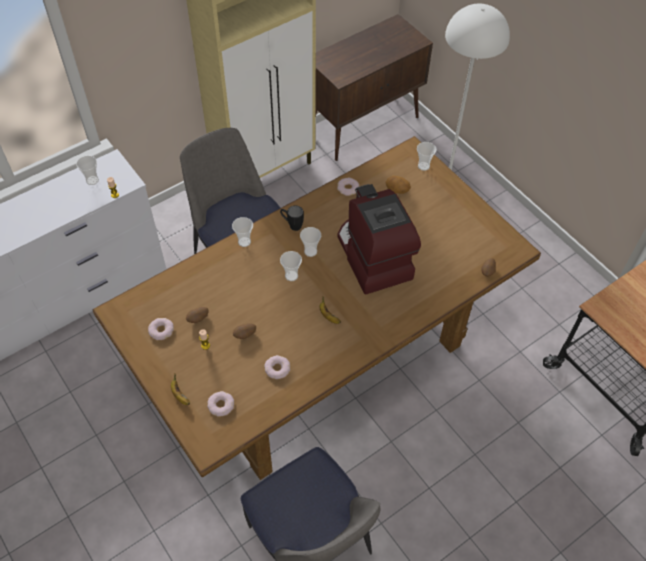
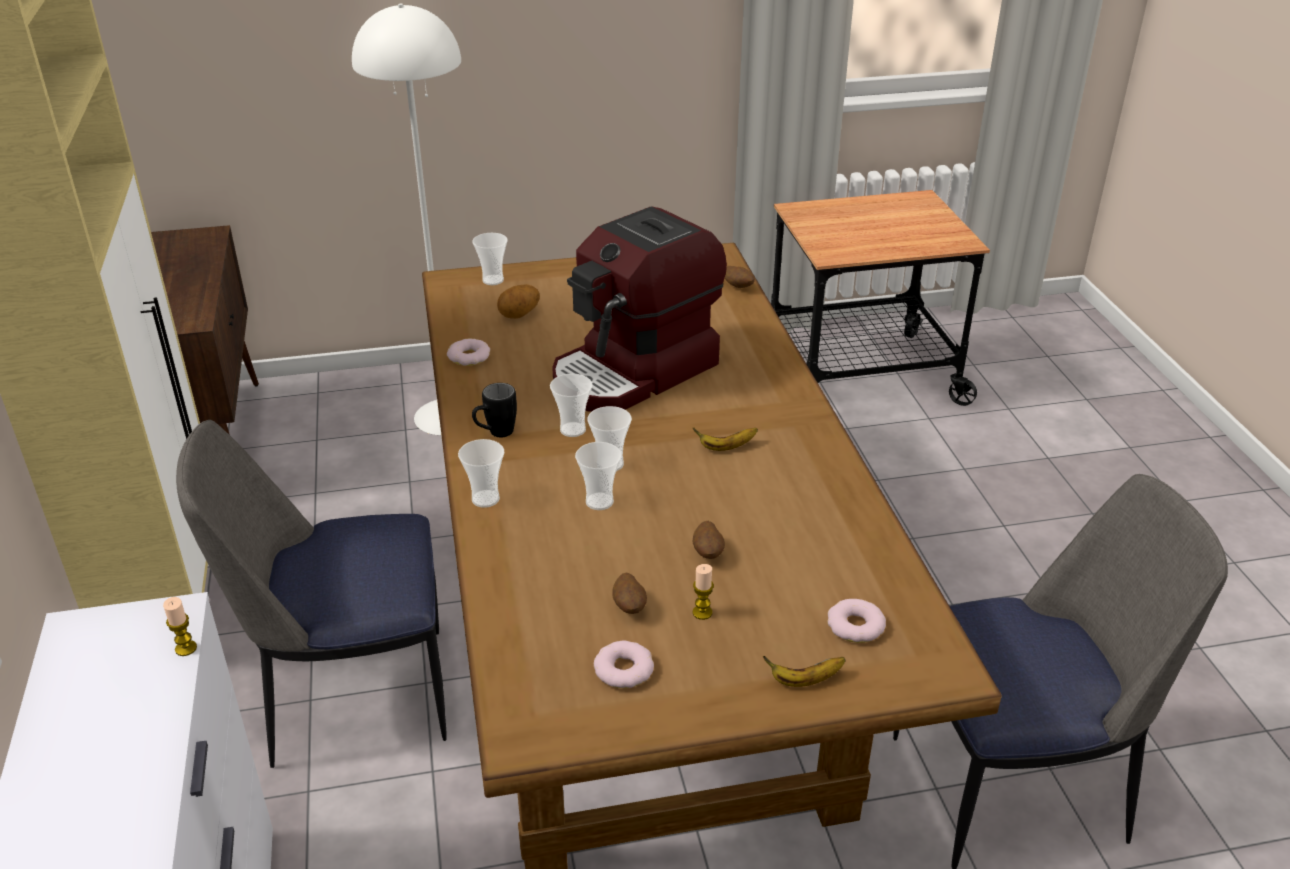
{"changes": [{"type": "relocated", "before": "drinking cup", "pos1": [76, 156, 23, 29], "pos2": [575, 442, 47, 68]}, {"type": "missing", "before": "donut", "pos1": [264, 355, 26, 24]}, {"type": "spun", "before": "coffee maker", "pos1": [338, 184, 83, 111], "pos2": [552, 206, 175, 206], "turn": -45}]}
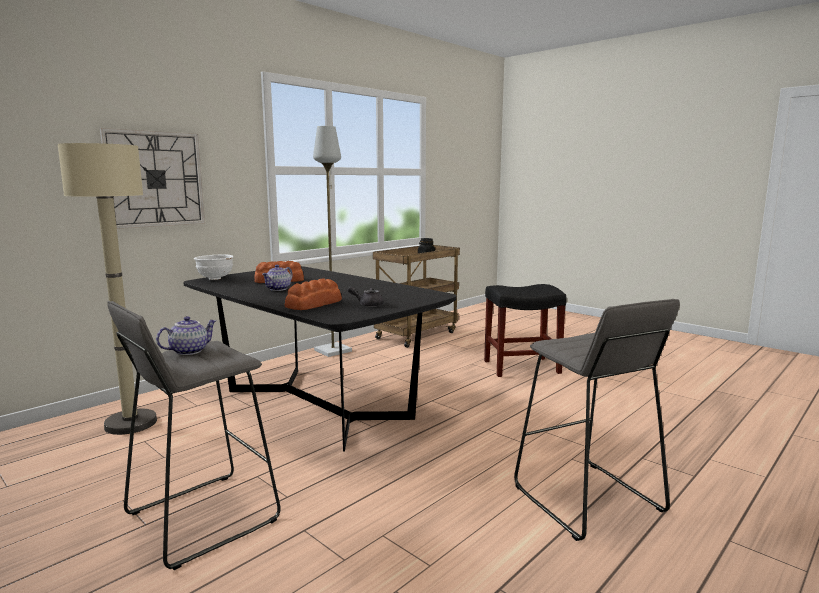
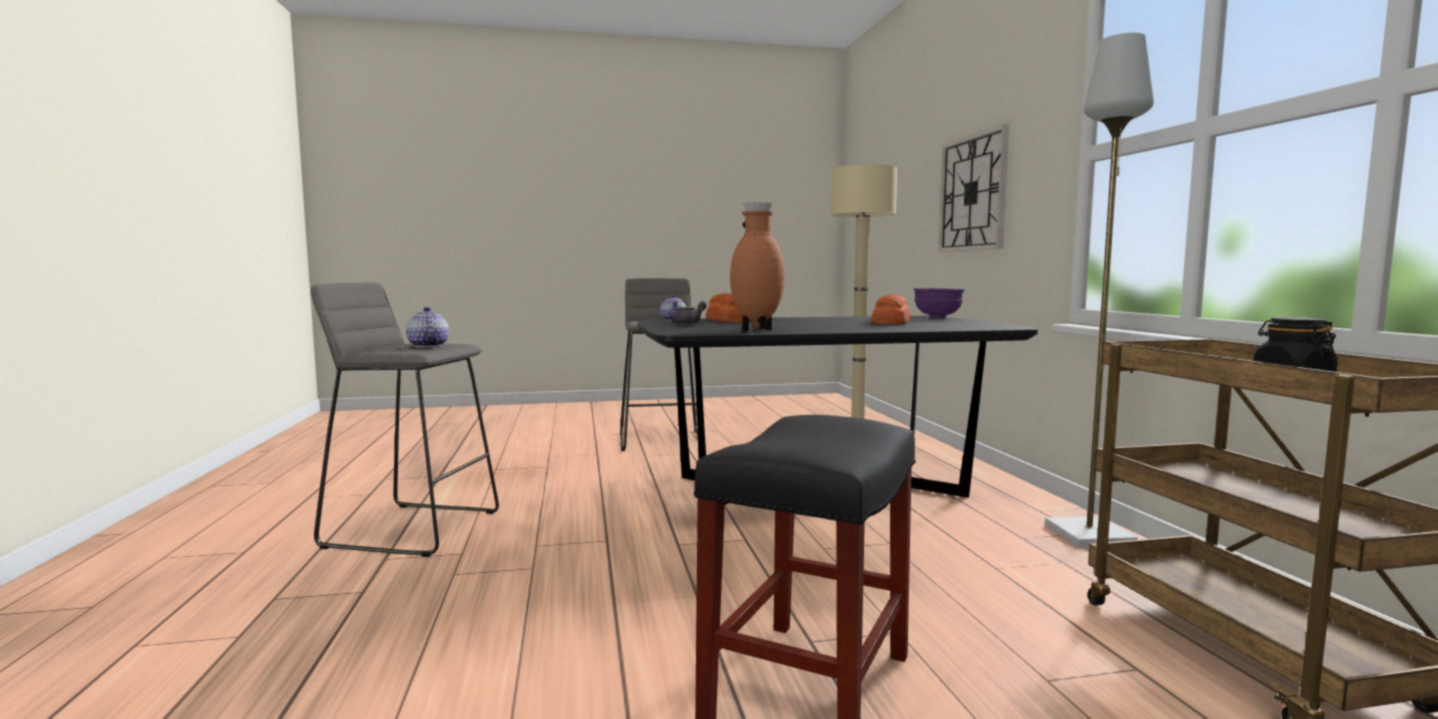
{"changes": [{"type": "colour", "before": "bowl (white)", "after": "bowl (purplish)", "pos1": [194, 255, 39, 25], "pos2": [914, 288, 51, 30]}, {"type": "relocated", "before": "teapot", "pos1": [262, 265, 31, 26], "pos2": [406, 307, 43, 40]}, {"type": "appeared", "after": "decorative vase (brownish)", "pos2": [730, 202, 55, 129]}]}
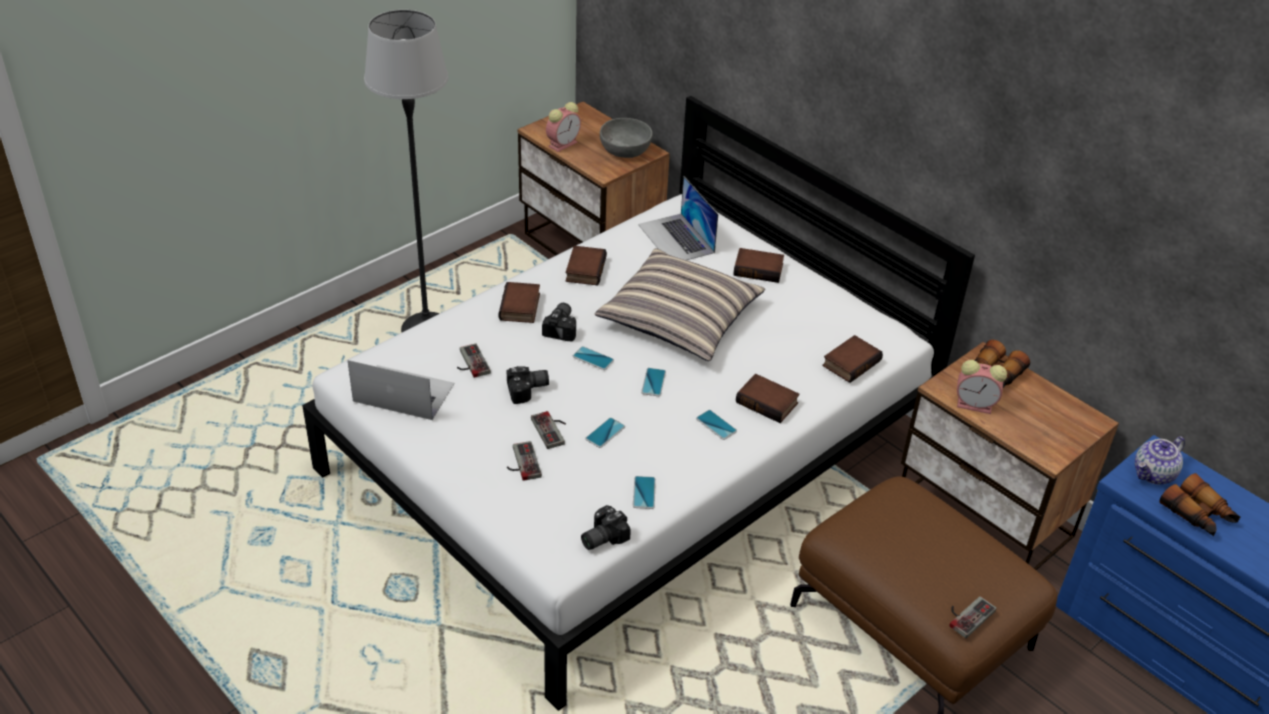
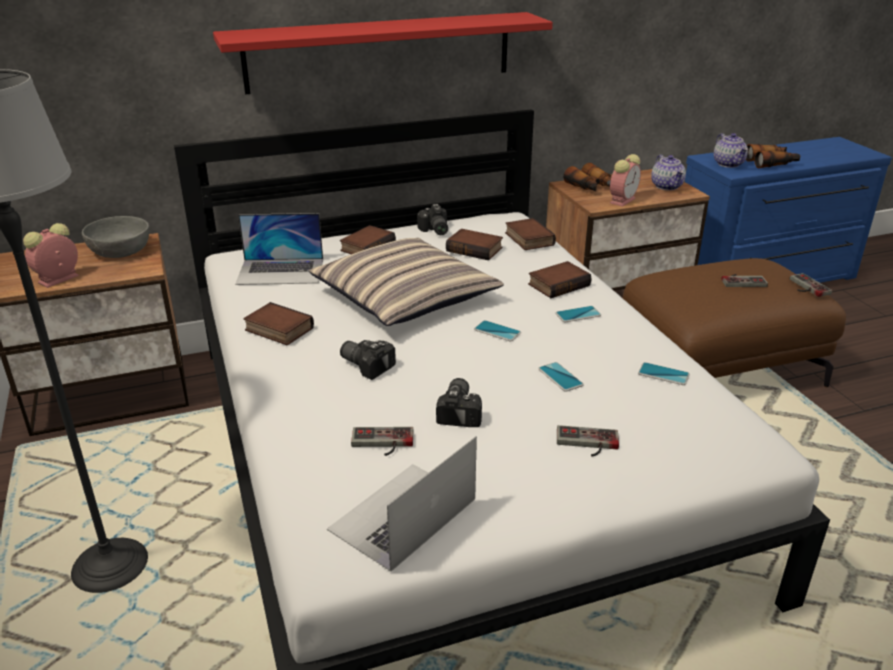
{"changes": [{"type": "relocated", "before": "volume", "pos1": [498, 282, 42, 41], "pos2": [446, 229, 57, 32]}, {"type": "relocated", "before": "game controller", "pos1": [531, 411, 35, 38], "pos2": [721, 274, 47, 13]}, {"type": "spun", "before": "alarm clock", "pos1": [546, 102, 35, 50], "pos2": [23, 223, 56, 65], "turn": -120}, {"type": "missing", "before": "phone", "pos1": [573, 346, 41, 24]}, {"type": "relocated", "before": "photo camera", "pos1": [581, 505, 50, 45], "pos2": [417, 204, 31, 31]}, {"type": "appeared", "after": "bracket shelf (red)", "pos2": [213, 12, 340, 82]}, {"type": "appeared", "after": "teapot", "pos2": [651, 154, 35, 36]}]}
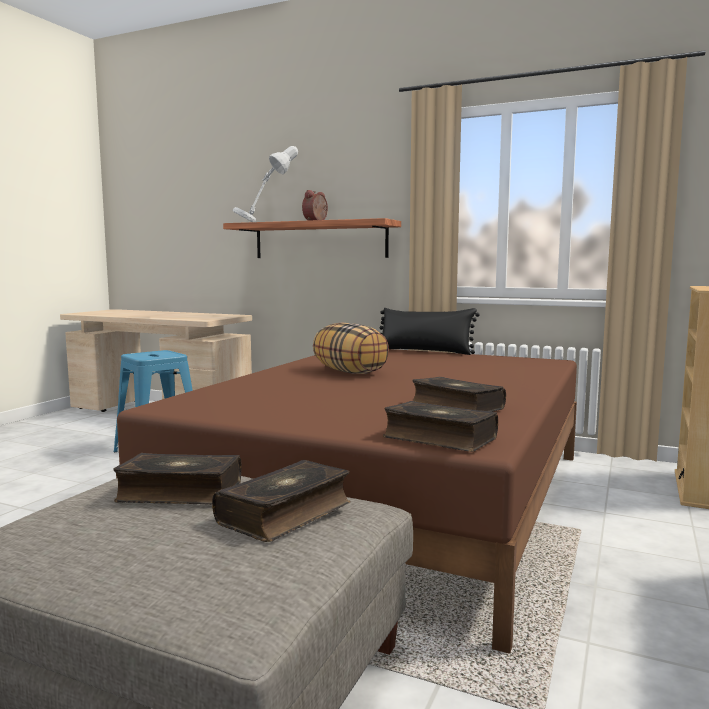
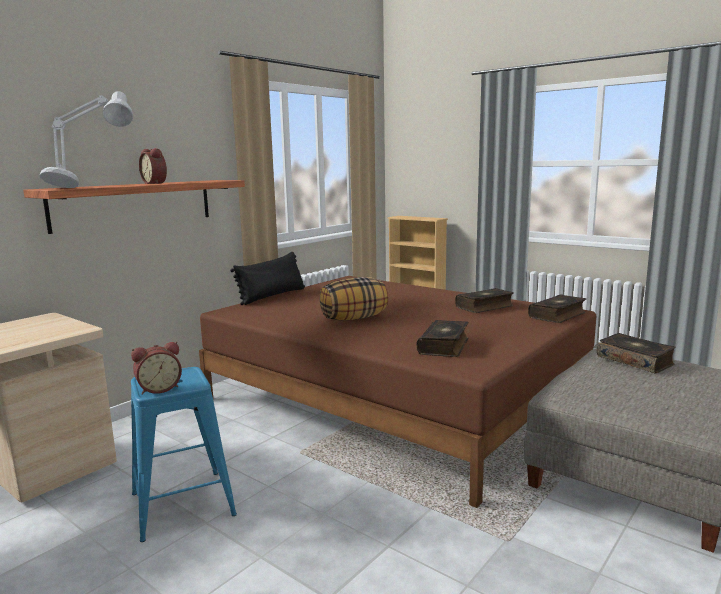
{"changes": [{"type": "relocated", "before": "volume", "pos1": [113, 453, 129, 52], "pos2": [416, 320, 52, 37]}, {"type": "appeared", "after": "alarm clock", "pos2": [131, 342, 51, 53]}]}
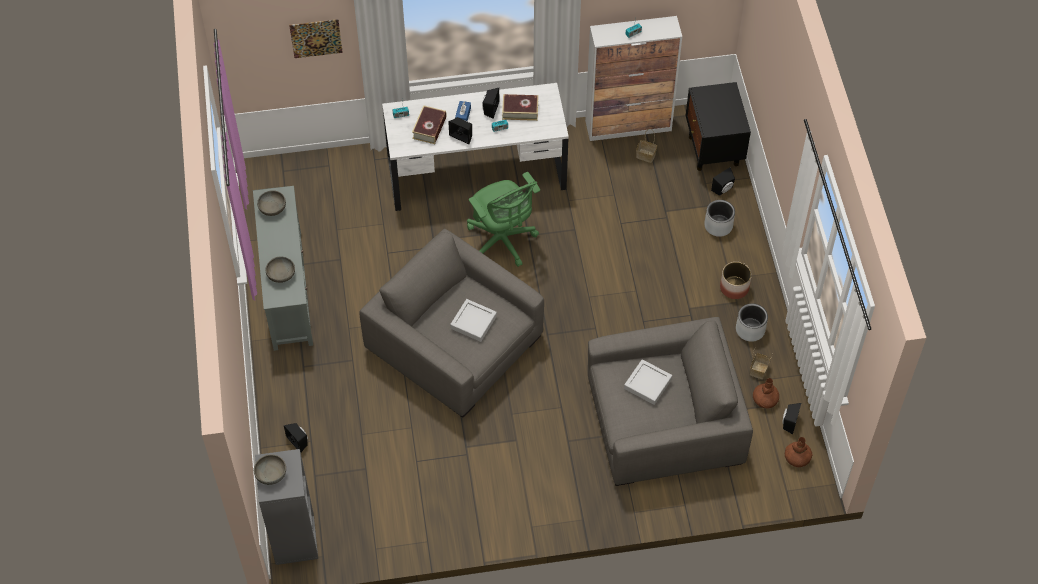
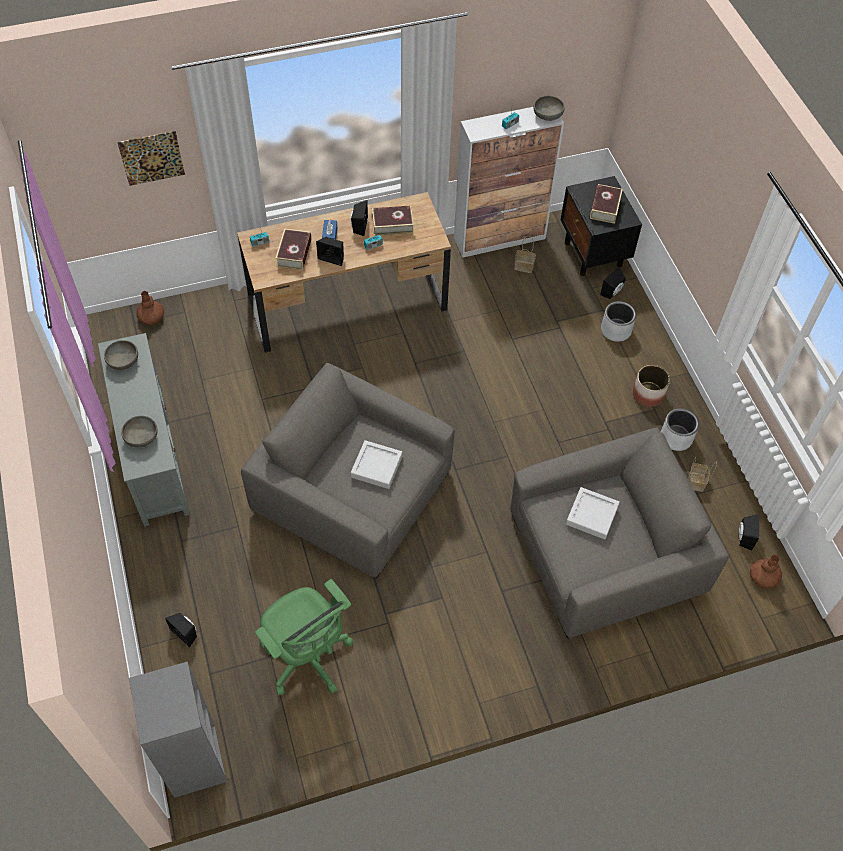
{"changes": [{"type": "relocated", "before": "bowl (grey)", "pos1": [254, 454, 32, 31], "pos2": [533, 95, 32, 26]}, {"type": "colour", "before": "desk table (white)", "after": "desk table (brownish)", "pos1": [382, 83, 187, 128], "pos2": [237, 192, 214, 160]}, {"type": "relocated", "before": "office chair (green)", "pos1": [467, 172, 73, 95], "pos2": [255, 579, 99, 116]}, {"type": "relocated", "before": "decorative vase (brownish)", "pos1": [753, 378, 26, 31], "pos2": [136, 291, 28, 34]}, {"type": "appeared", "after": "volume", "pos2": [590, 184, 33, 40]}]}
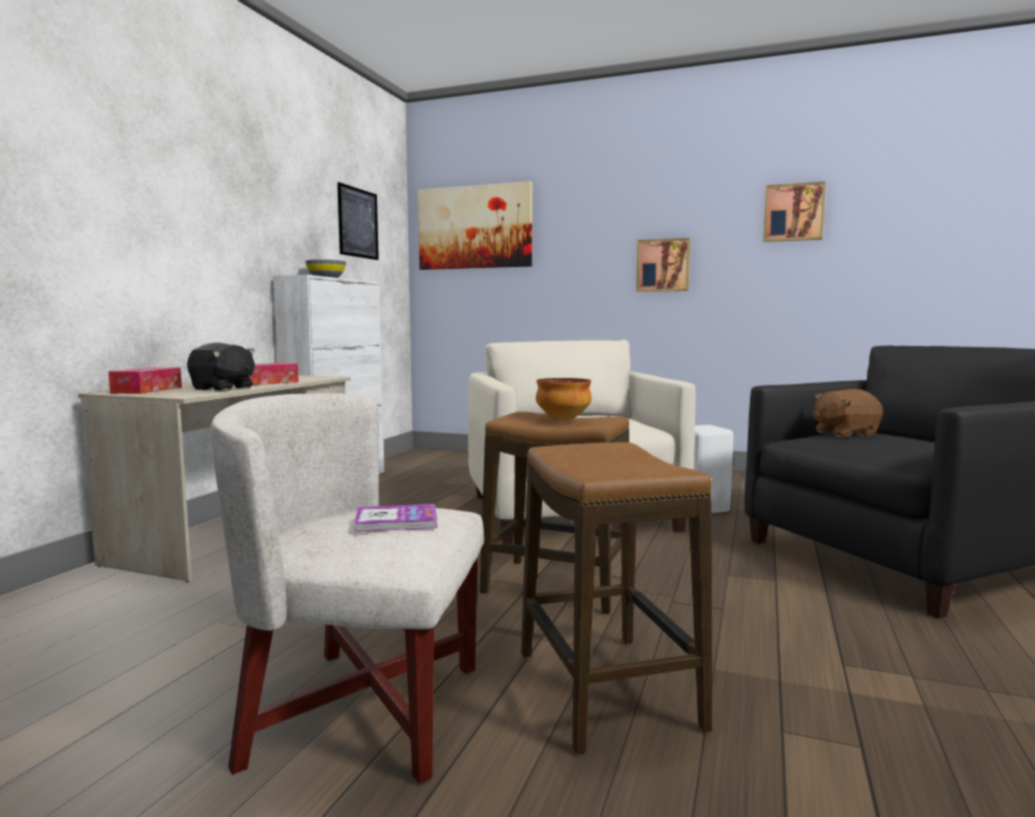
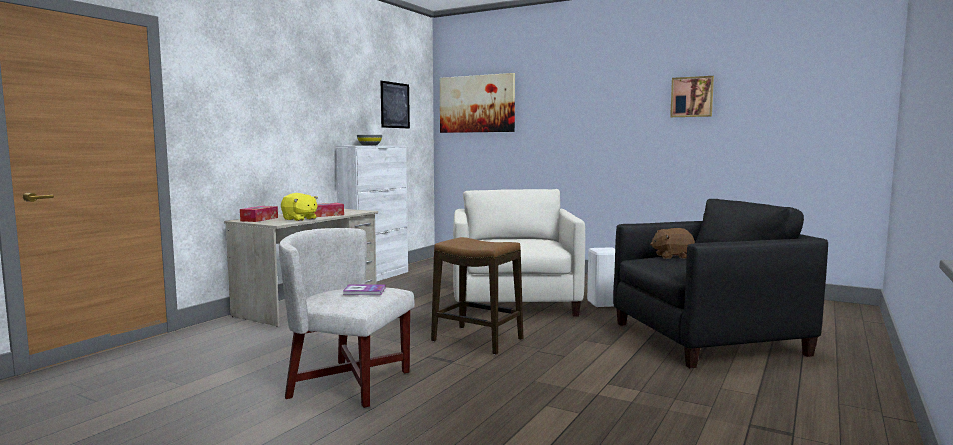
{"changes": [{"type": "colour", "before": "soft toy (black-coloured)", "after": "soft toy (yellow)", "pos1": [187, 342, 68, 49], "pos2": [281, 193, 37, 28]}, {"type": "missing", "before": "stool", "pos1": [521, 442, 191, 312]}, {"type": "missing", "before": "bowl", "pos1": [536, 378, 56, 42]}, {"type": "missing", "before": "wall picture", "pos1": [636, 238, 54, 54]}]}
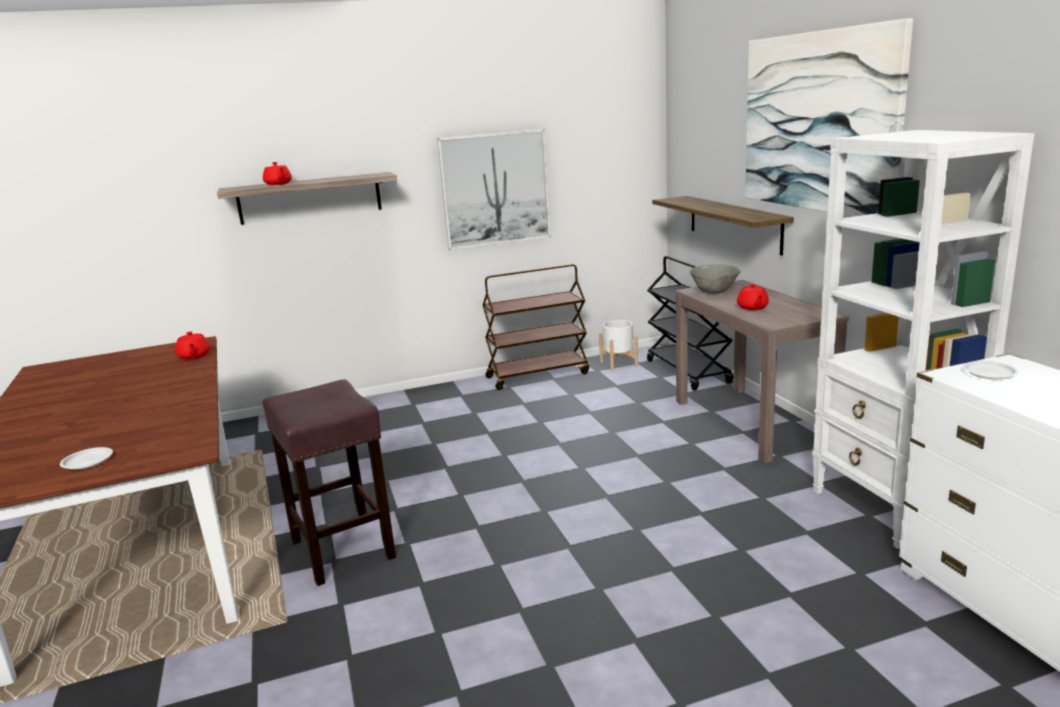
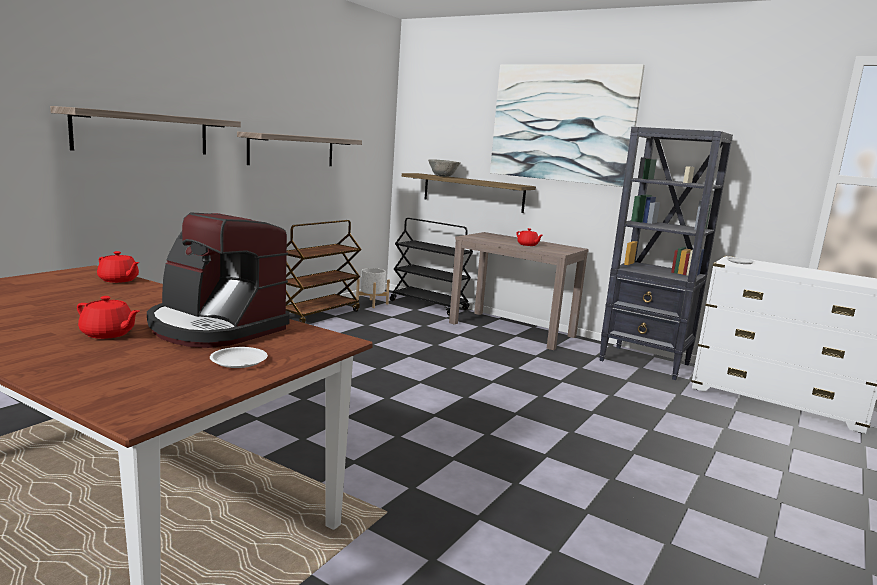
{"changes": [{"type": "missing", "before": "stool (brownish)", "pos1": [262, 379, 134, 207]}, {"type": "relocated", "before": "teapot (red)", "pos1": [263, 162, 29, 23], "pos2": [77, 296, 63, 43]}, {"type": "exchanged", "before": "wall picture", "after": "bracket shelf", "pos1": [437, 129, 114, 121], "pos2": [237, 131, 125, 35]}, {"type": "relocated", "before": "bowl (grey)", "pos1": [690, 264, 50, 30], "pos2": [428, 159, 33, 18]}, {"type": "colour", "before": "bookshelf (white)", "after": "bookshelf (black-coloured)", "pos1": [812, 130, 223, 419], "pos2": [599, 127, 134, 253]}, {"type": "appeared", "after": "coffee maker", "pos2": [147, 212, 143, 136]}]}
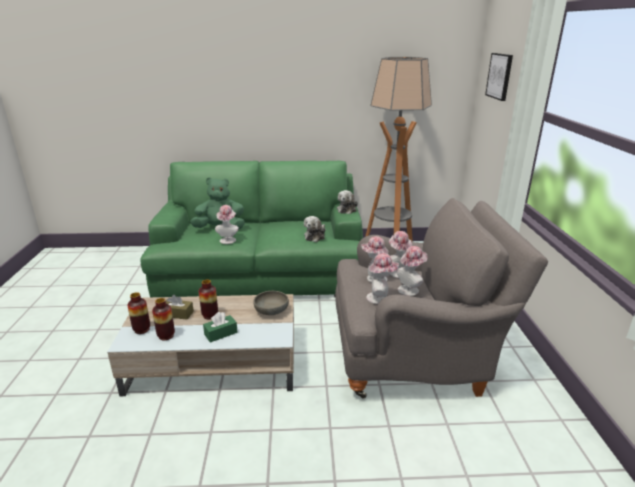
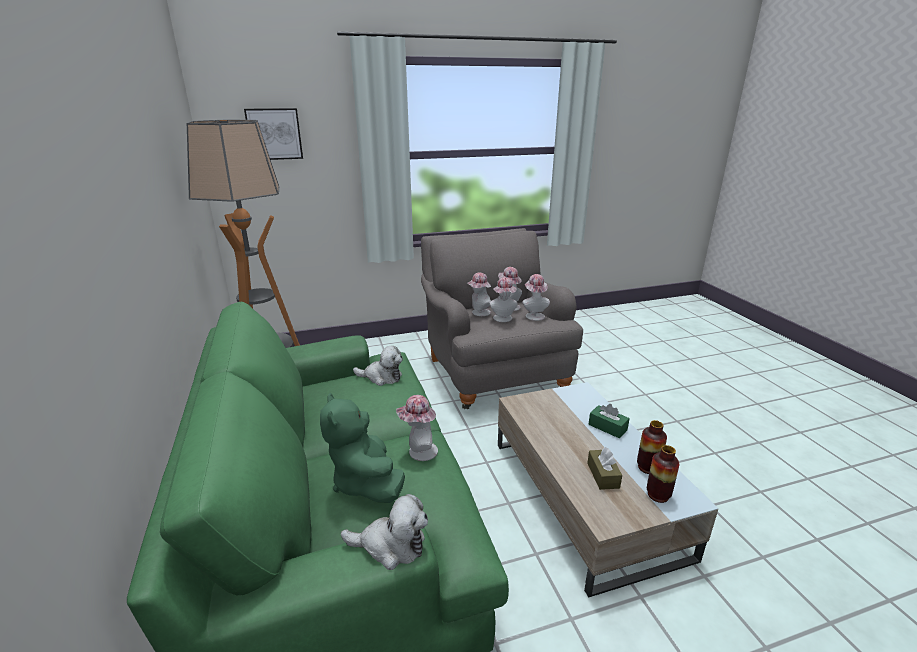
{"changes": [{"type": "missing", "before": "decorative vase", "pos1": [199, 280, 19, 39]}, {"type": "missing", "before": "bowl (grey)", "pos1": [253, 291, 36, 24]}, {"type": "relocated", "before": "soft toy", "pos1": [337, 190, 21, 24], "pos2": [341, 494, 87, 76]}]}
